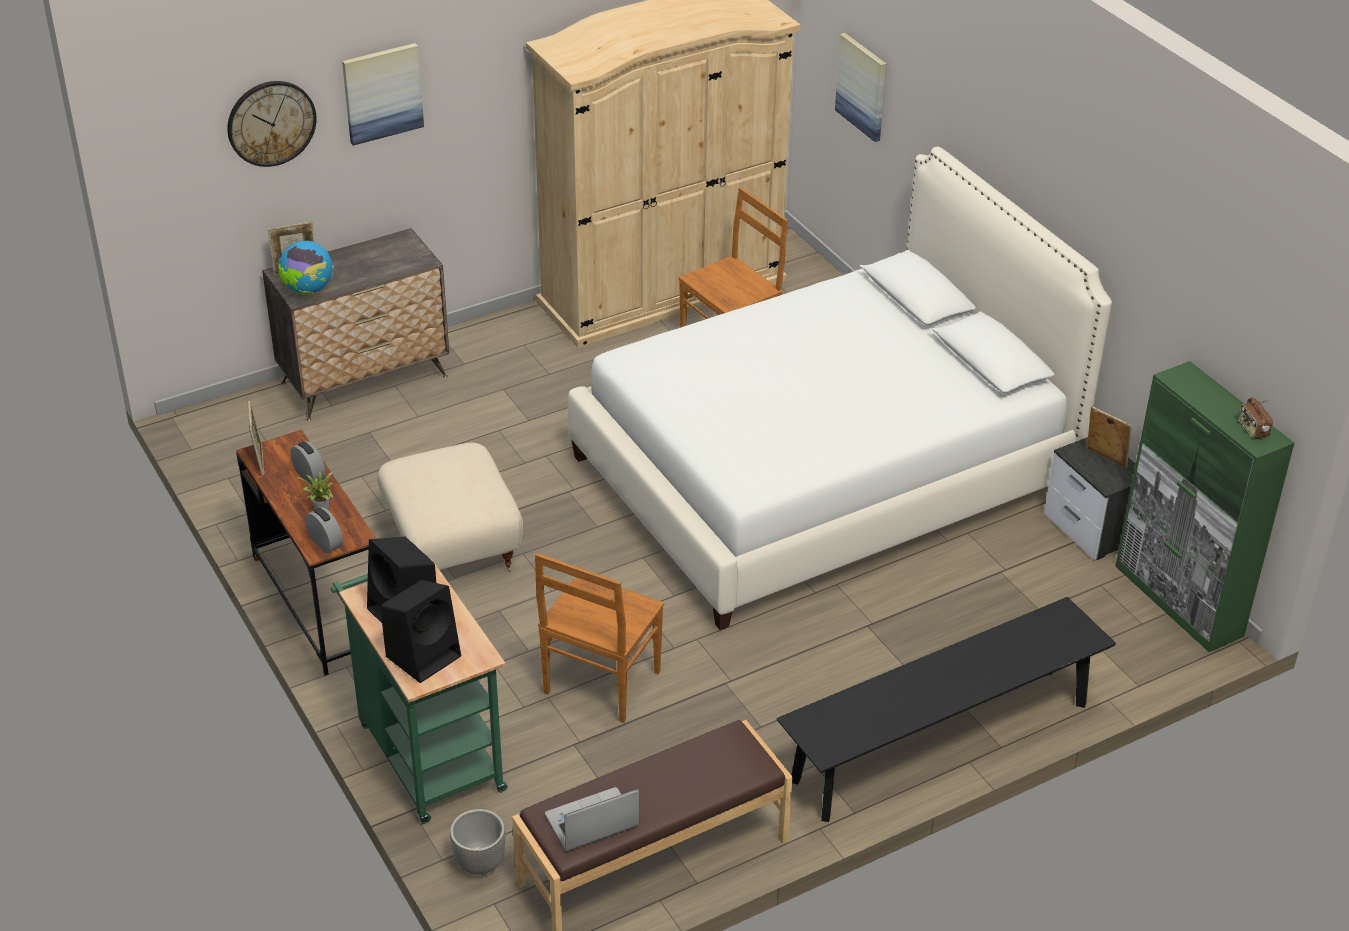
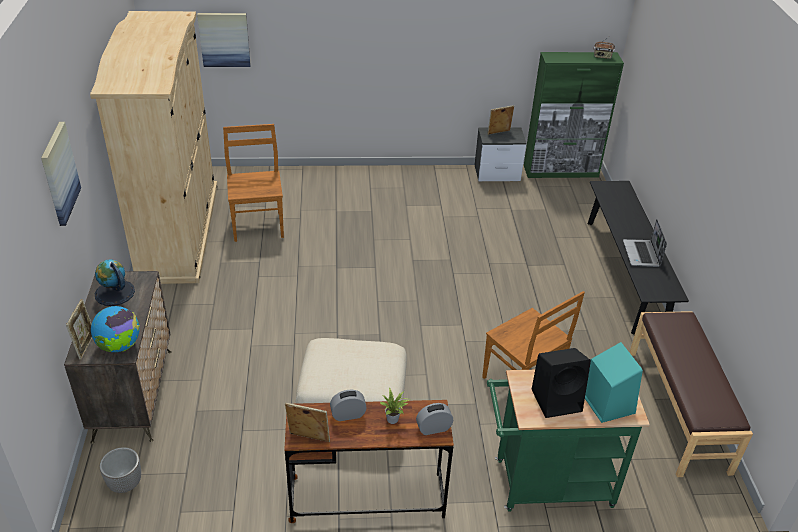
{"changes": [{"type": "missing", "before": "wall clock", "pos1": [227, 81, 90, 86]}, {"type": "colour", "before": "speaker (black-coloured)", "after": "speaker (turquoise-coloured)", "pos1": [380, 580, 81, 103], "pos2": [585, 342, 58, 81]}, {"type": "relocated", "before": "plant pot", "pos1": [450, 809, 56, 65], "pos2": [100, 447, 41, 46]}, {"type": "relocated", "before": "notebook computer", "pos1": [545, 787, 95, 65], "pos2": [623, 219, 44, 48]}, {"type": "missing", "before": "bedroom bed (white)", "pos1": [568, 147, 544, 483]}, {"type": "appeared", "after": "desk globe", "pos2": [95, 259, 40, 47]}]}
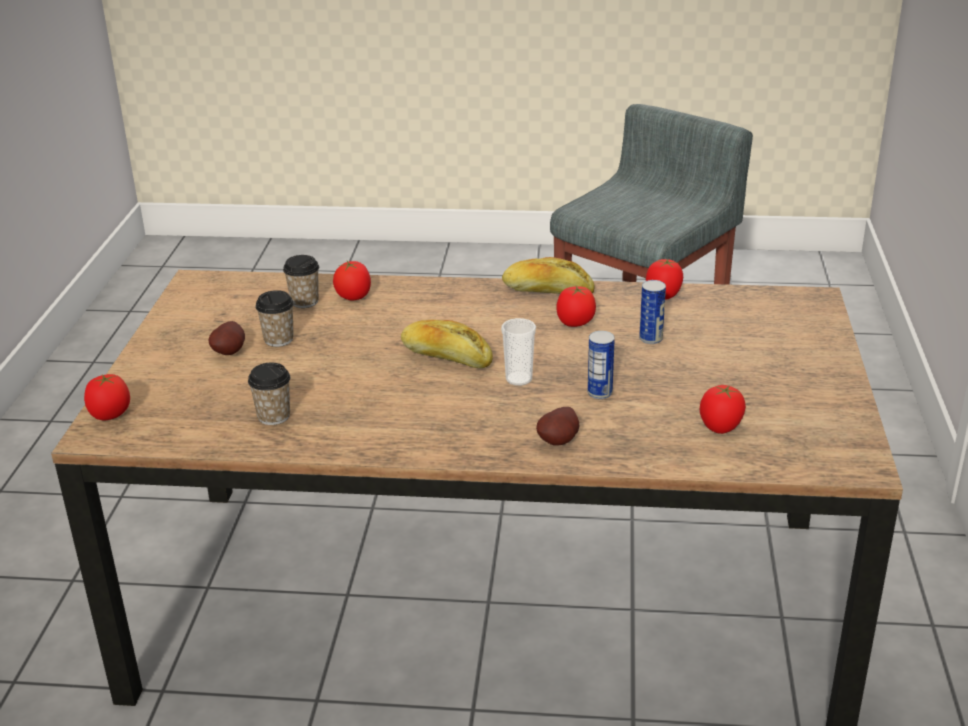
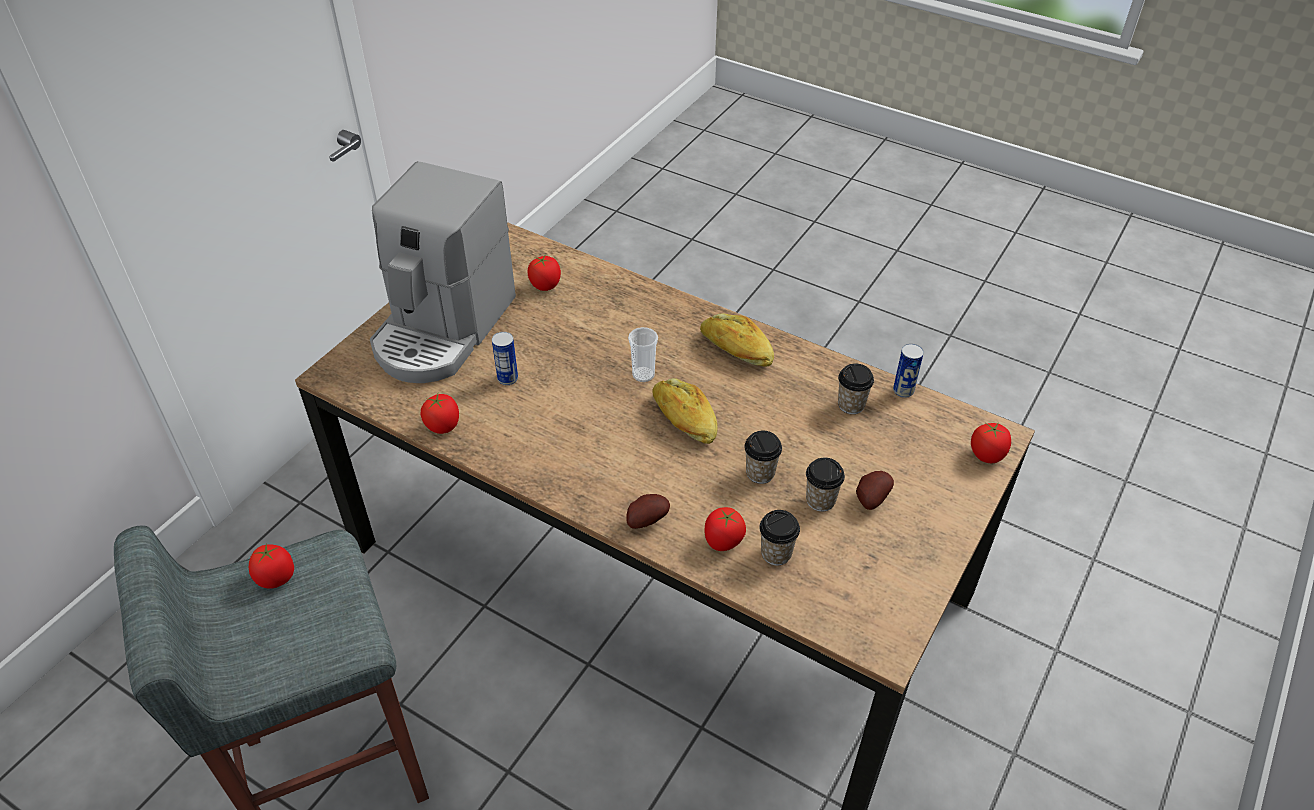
{"changes": [{"type": "relocated", "before": "bread", "pos1": [502, 257, 93, 37], "pos2": [700, 313, 74, 54]}, {"type": "relocated", "before": "whole potato", "pos1": [536, 407, 43, 39], "pos2": [626, 494, 44, 35]}, {"type": "relocated", "before": "fresh tomato", "pos1": [556, 286, 40, 41], "pos2": [249, 543, 45, 46]}, {"type": "relocated", "before": "can", "pos1": [588, 331, 27, 68], "pos2": [893, 344, 31, 54]}, {"type": "appeared", "after": "coffee maker", "pos2": [370, 161, 146, 222]}, {"type": "appeared", "after": "drinking cup", "pos2": [744, 431, 38, 53]}]}
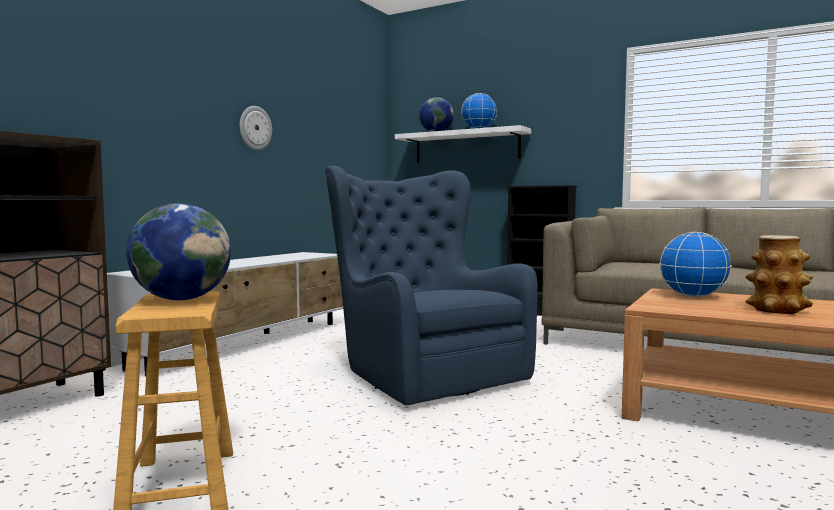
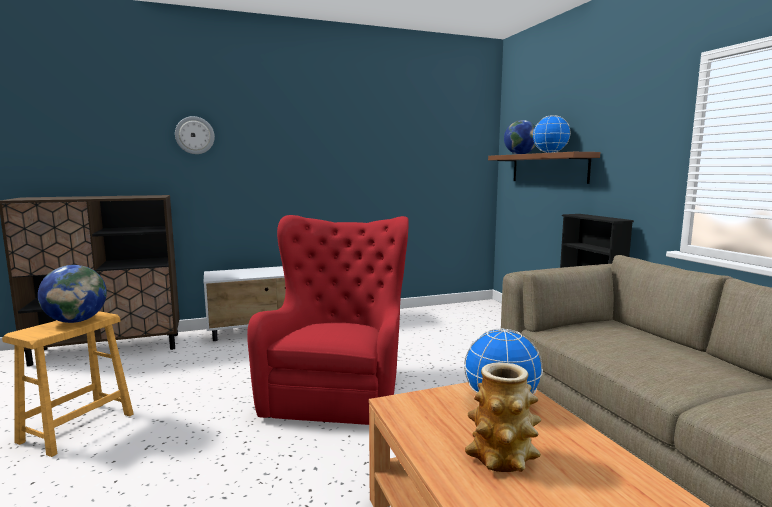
{"changes": [{"type": "relocated", "before": "wall clock", "pos1": [240, 106, 32, 44], "pos2": [175, 116, 40, 38]}, {"type": "colour", "before": "easy chair (bluish)", "after": "easy chair (red)", "pos1": [325, 166, 213, 239], "pos2": [247, 215, 162, 210]}, {"type": "colour", "before": "bracket shelf (white)", "after": "bracket shelf (brownish)", "pos1": [395, 125, 136, 38], "pos2": [488, 152, 112, 32]}]}
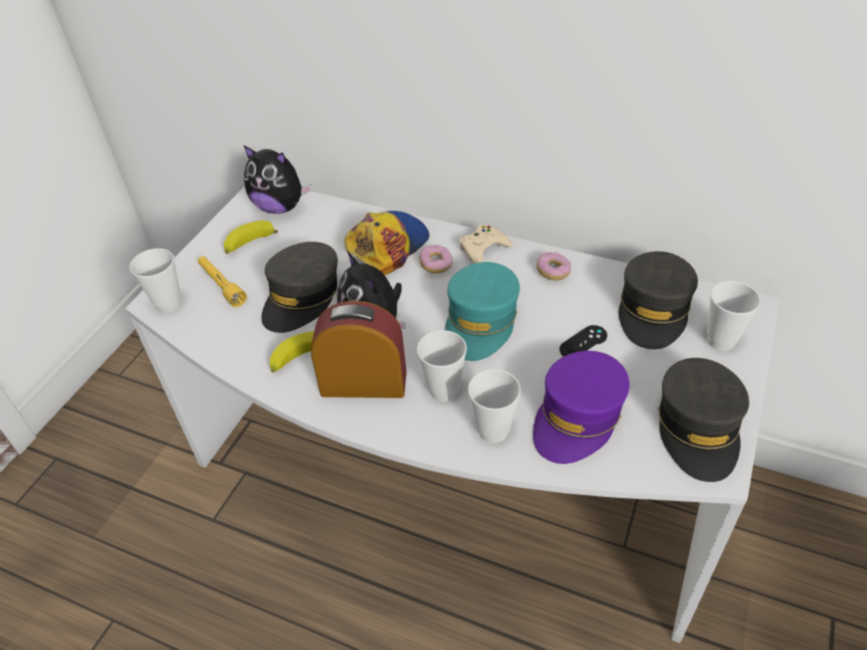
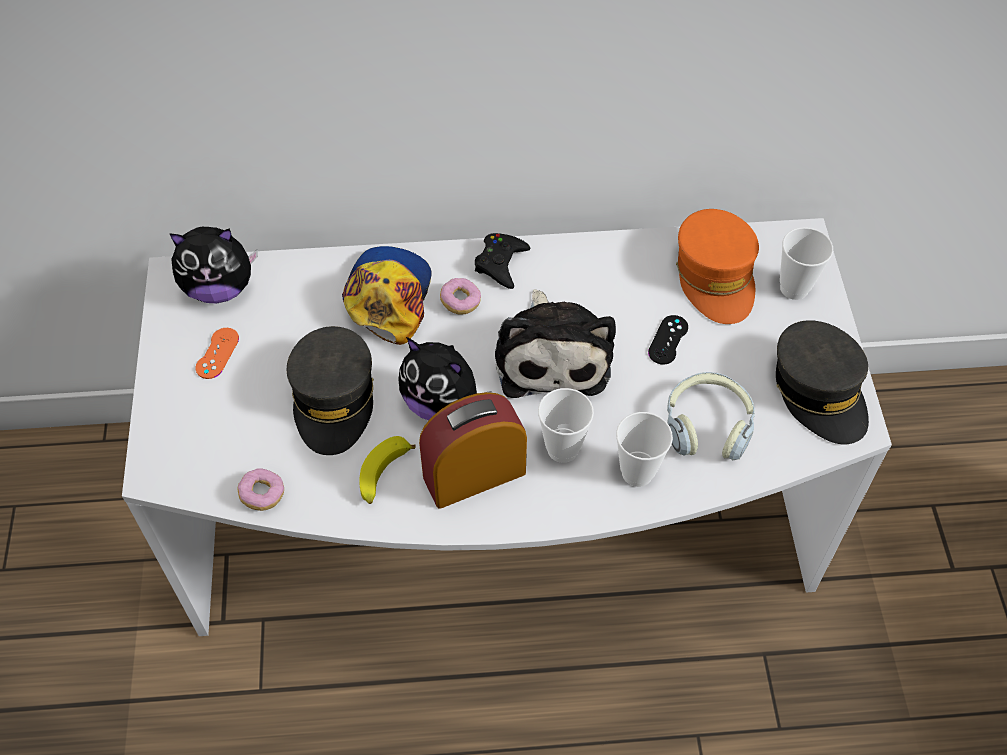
{"changes": [{"type": "missing", "before": "drinking cup", "pos1": [130, 248, 51, 65]}, {"type": "missing", "before": "torch (yellow)", "pos1": [198, 256, 49, 51]}, {"type": "exchanged", "before": "banana", "after": "game controller (orangey)", "pos1": [224, 220, 54, 34], "pos2": [195, 328, 44, 51]}, {"type": "exchanged", "before": "peaked cap (turquoise-coloured)", "after": "soft toy", "pos1": [445, 262, 75, 99], "pos2": [495, 289, 121, 109]}, {"type": "colour", "before": "game controller (beige)", "after": "game controller (black-coloured)", "pos1": [460, 225, 52, 39], "pos2": [475, 233, 55, 56]}, {"type": "exchanged", "before": "peaked cap (purplish)", "after": "headset", "pos1": [533, 351, 97, 113], "pos2": [667, 372, 88, 88]}, {"type": "relocated", "before": "donut", "pos1": [537, 252, 34, 29], "pos2": [238, 468, 46, 43]}, {"type": "colour", "before": "peaked cap (grey)", "after": "peaked cap (orangey)", "pos1": [619, 251, 79, 98], "pos2": [676, 209, 83, 115]}]}
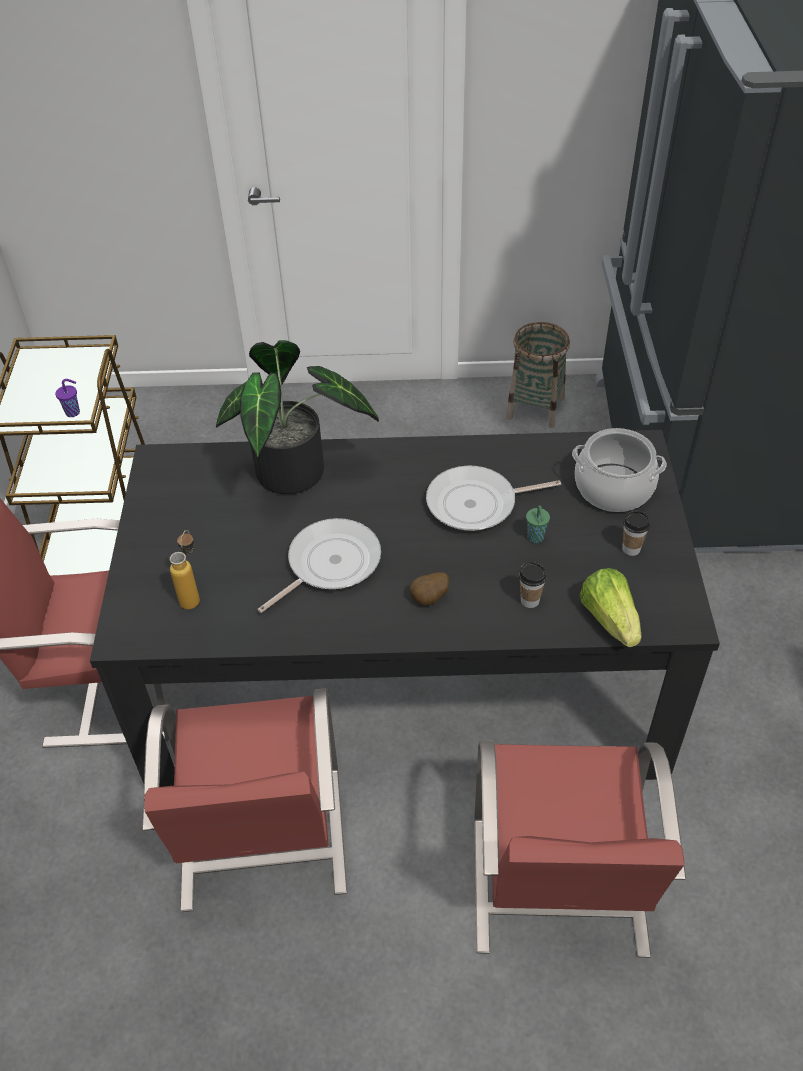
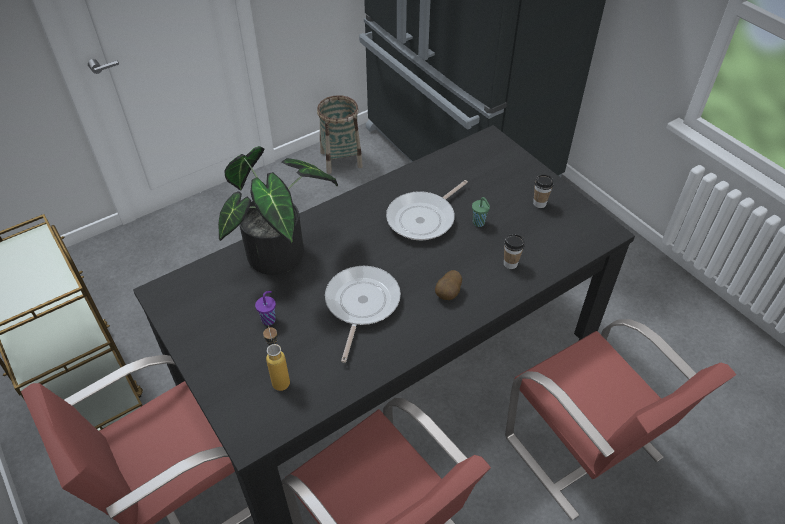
{"changes": [{"type": "relocated", "before": "drinking cup (purplish)", "pos1": [55, 379, 25, 38], "pos2": [255, 291, 21, 35]}, {"type": "missing", "before": "stockpot", "pos1": [572, 428, 95, 84]}, {"type": "missing", "before": "lettuce", "pos1": [580, 568, 61, 79]}]}
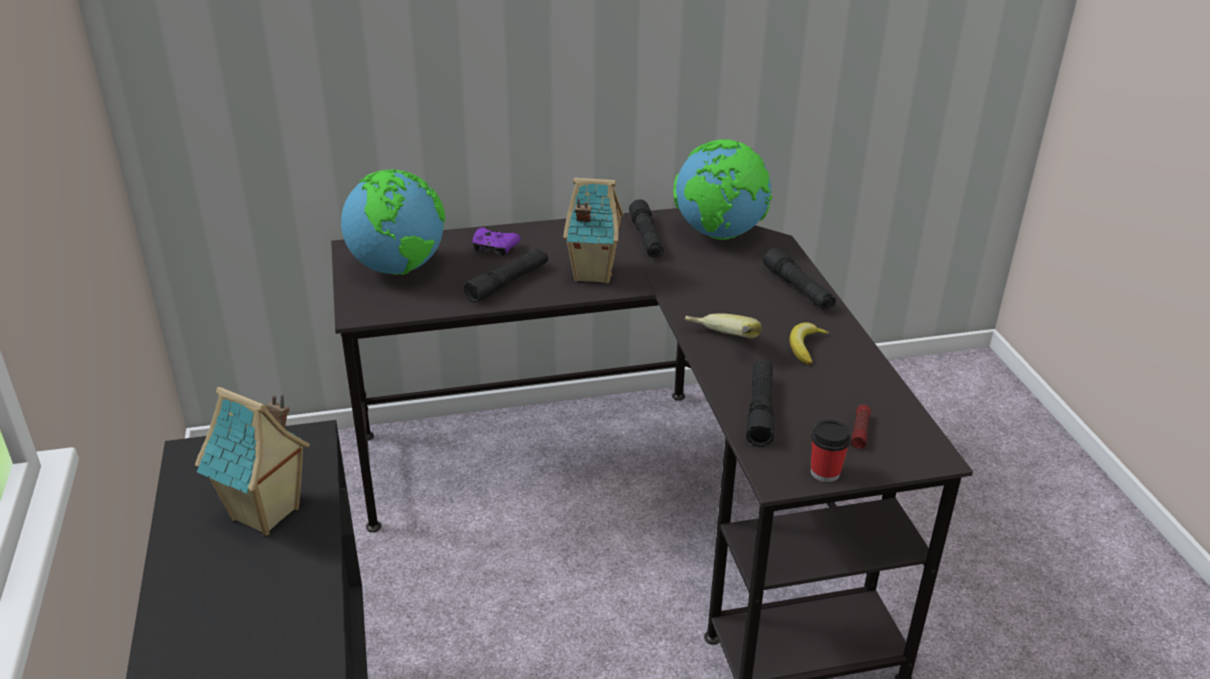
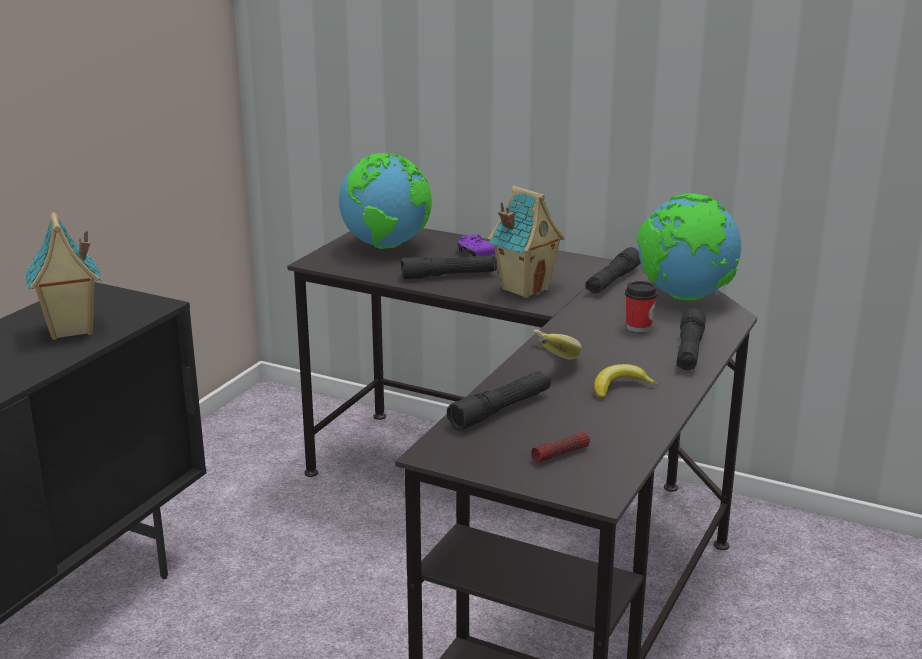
{"changes": [{"type": "relocated", "before": "drinking cup", "pos1": [811, 420, 40, 62], "pos2": [625, 281, 32, 52]}]}
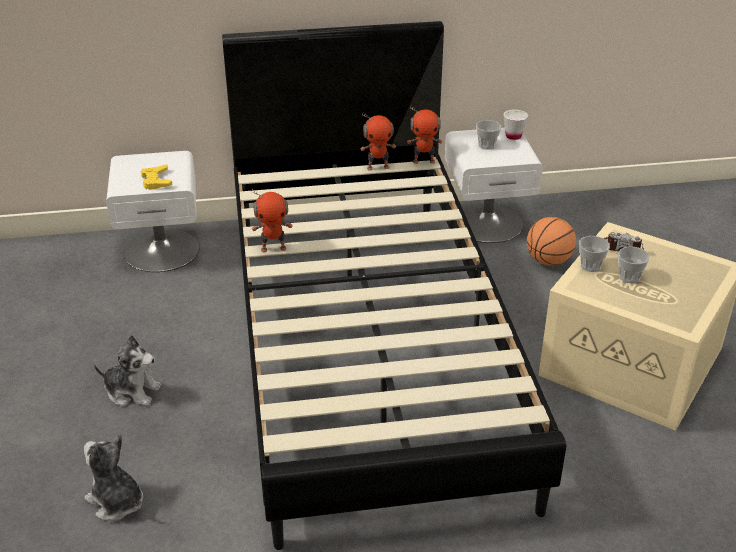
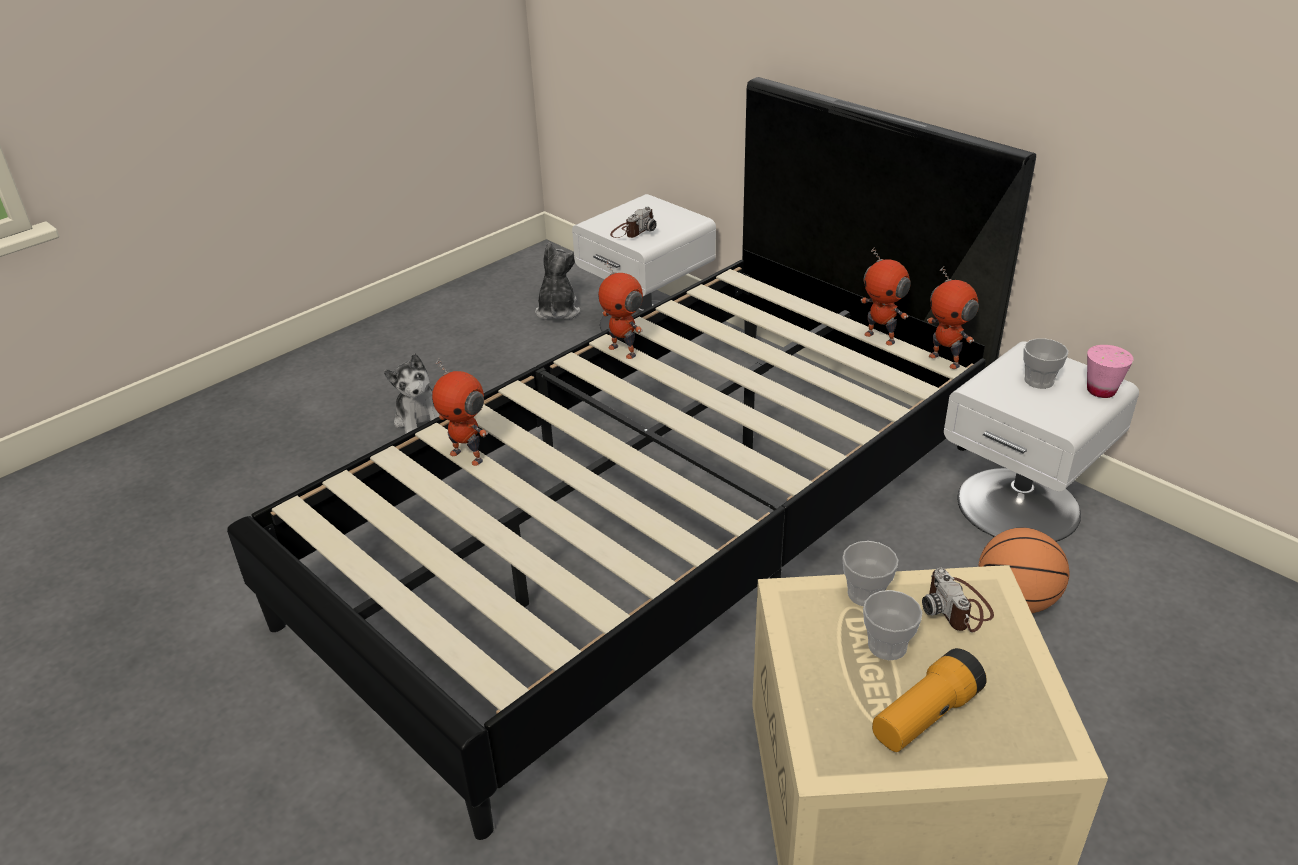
{"changes": [{"type": "relocated", "before": "soft toy", "pos1": [84, 434, 59, 87], "pos2": [535, 243, 45, 76]}, {"type": "exchanged", "before": "game controller (yellow)", "after": "photo camera", "pos1": [141, 164, 31, 26], "pos2": [610, 206, 47, 32]}, {"type": "colour", "before": "drinking cup (white)", "after": "drinking cup (pink)", "pos1": [503, 109, 25, 31], "pos2": [1087, 345, 47, 53]}, {"type": "appeared", "after": "robot figure", "pos2": [432, 358, 56, 108]}, {"type": "appeared", "after": "torch", "pos2": [872, 648, 115, 104]}]}
